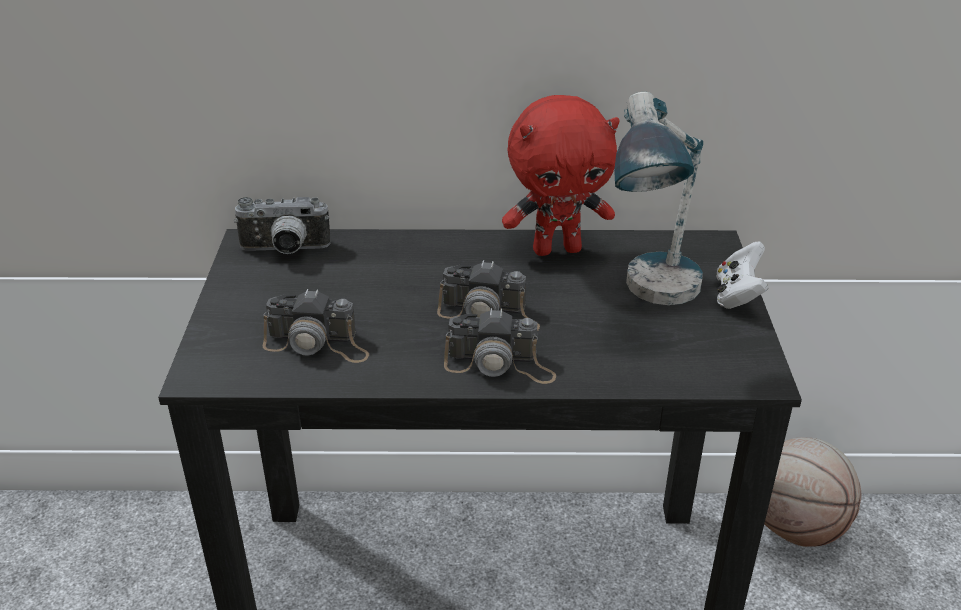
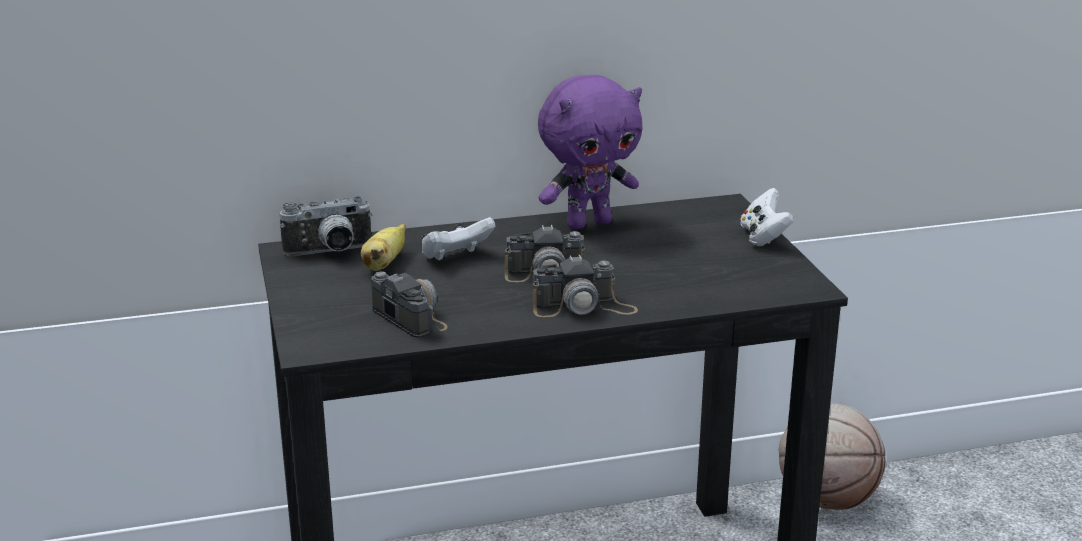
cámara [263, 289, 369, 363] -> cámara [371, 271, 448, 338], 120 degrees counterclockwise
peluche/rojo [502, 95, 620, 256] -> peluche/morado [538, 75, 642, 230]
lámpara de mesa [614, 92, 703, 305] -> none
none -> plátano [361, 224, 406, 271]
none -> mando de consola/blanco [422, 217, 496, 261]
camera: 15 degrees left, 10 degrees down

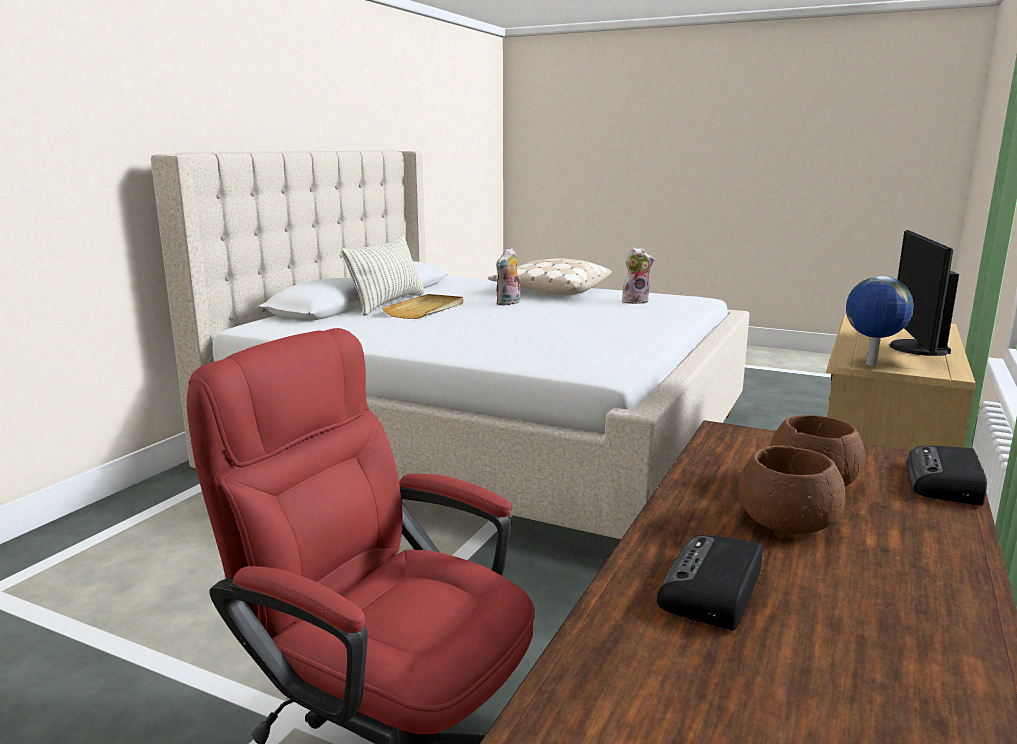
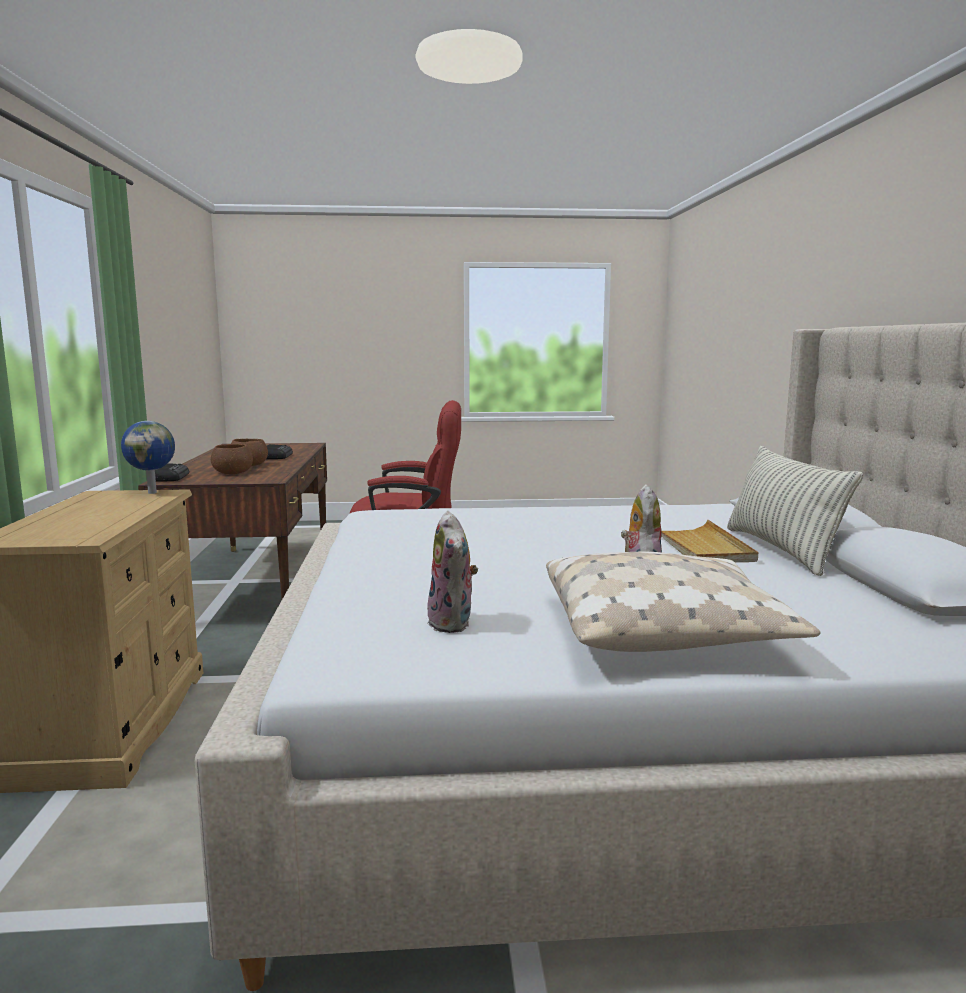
peluche [622, 247, 655, 304] -> peluche [427, 511, 478, 633], 60 degrees counterclockwise
monitor [890, 230, 959, 356] -> none
camera: 150 degrees right, 5 degrees down

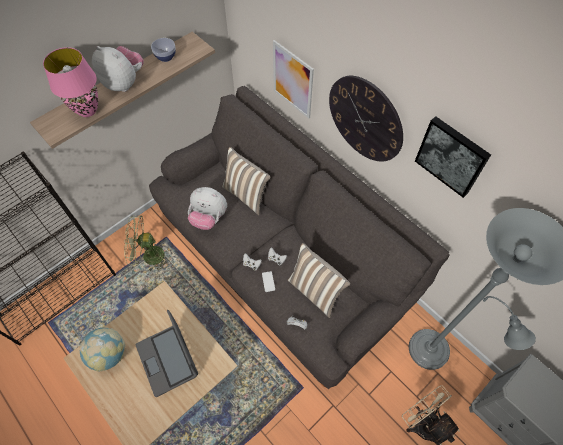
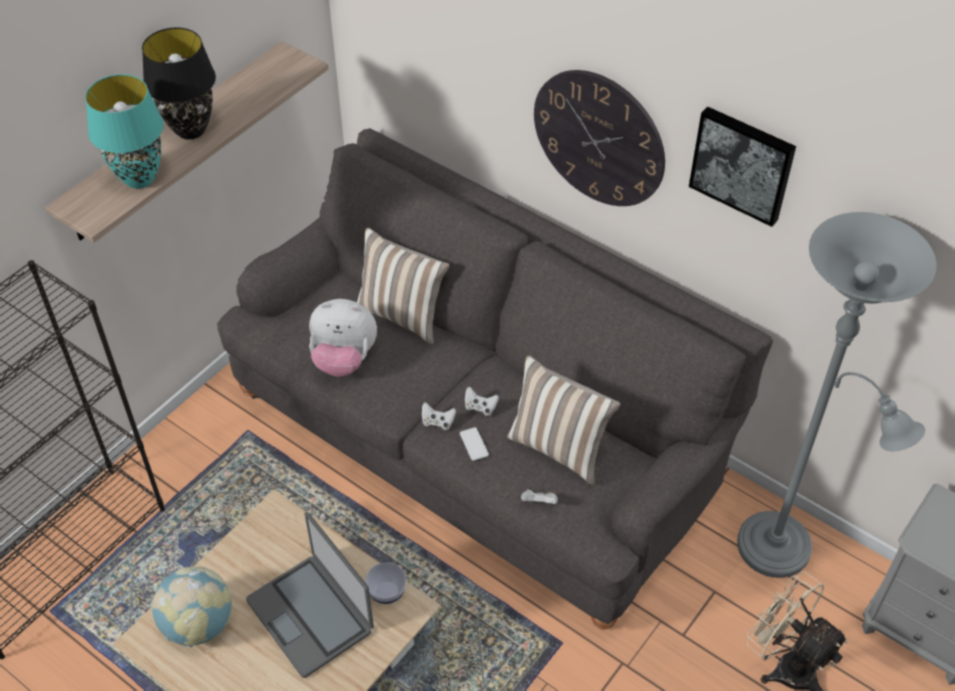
lámpara de mesa/rosa [43, 47, 98, 117] -> lámpara de mesa/turquesa [85, 74, 164, 189]
peluche [92, 46, 144, 92] -> lámpara de mesa/negro [142, 27, 216, 139]
ventilador/verde [124, 216, 170, 271] -> none
cuenco [151, 38, 176, 62] -> cuenco [365, 562, 406, 604], shifted
cuadro [273, 40, 314, 118] -> none
camera: 10 degrees left, 10 degrees down

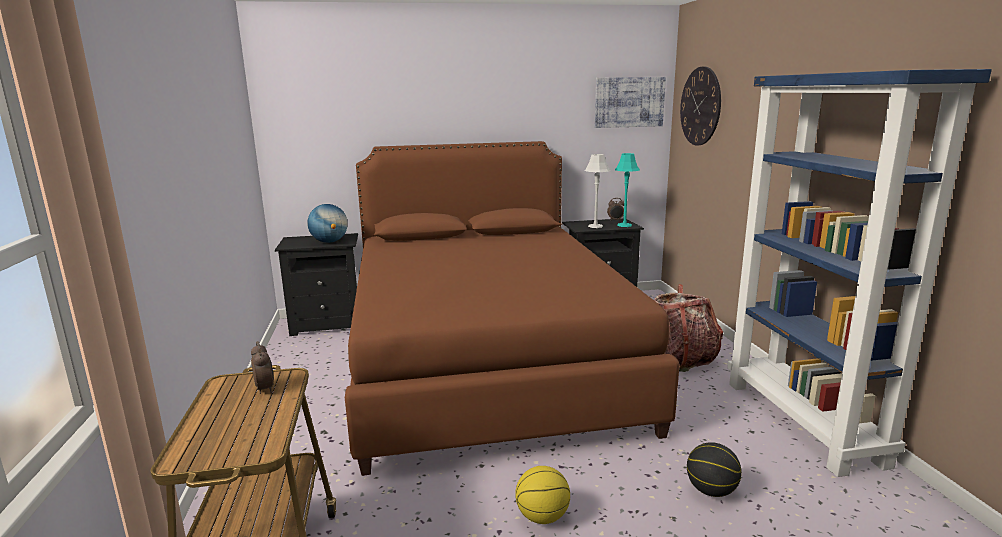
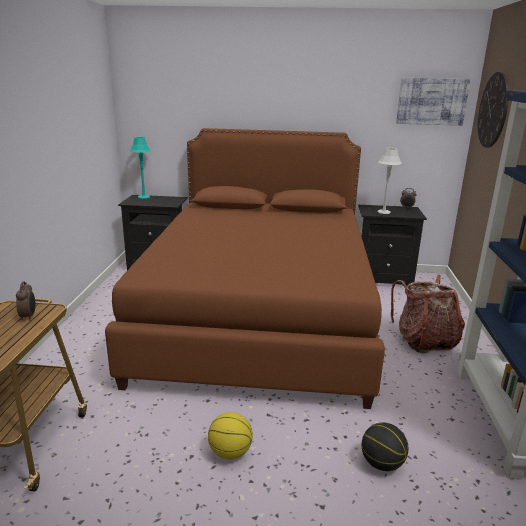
globo terráqueo [307, 204, 347, 243] -> none
lámpara de mesa/turquesa [615, 153, 640, 227] -> lámpara de mesa/turquesa [130, 137, 151, 199], shifted
camera: 15 degrees right, 5 degrees up

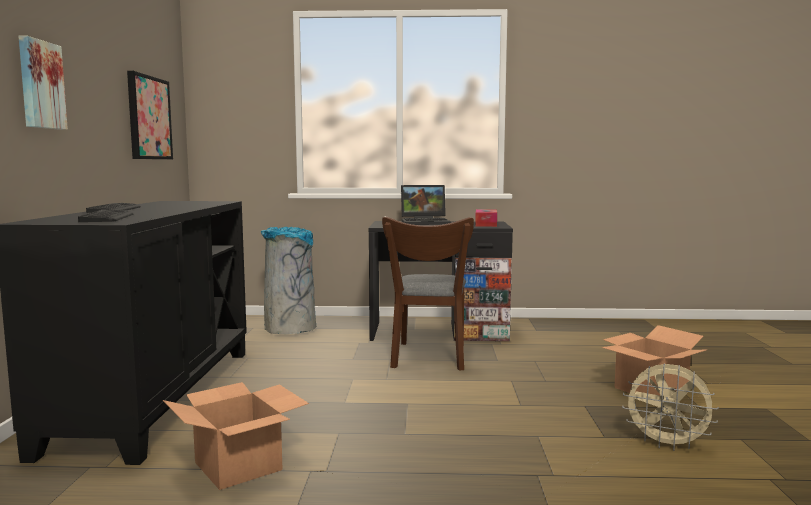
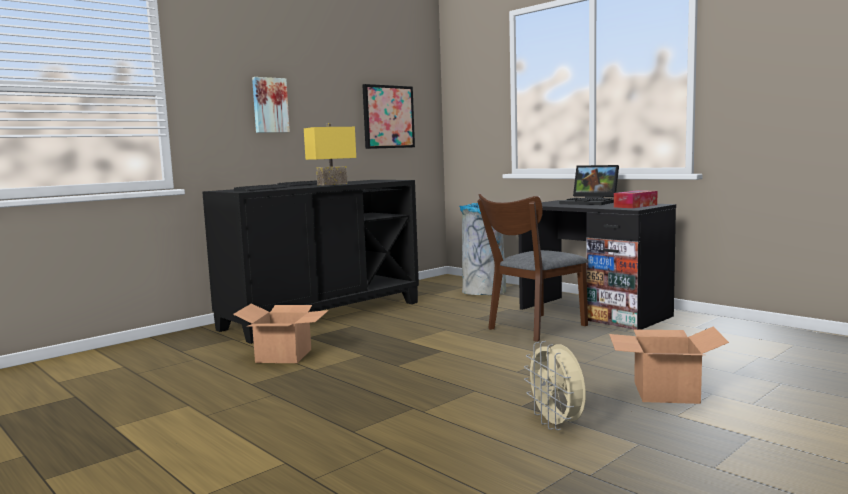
none -> lámpara de mesa/amarillo [304, 123, 356, 186]
camera: 45 degrees right, 0 degrees up

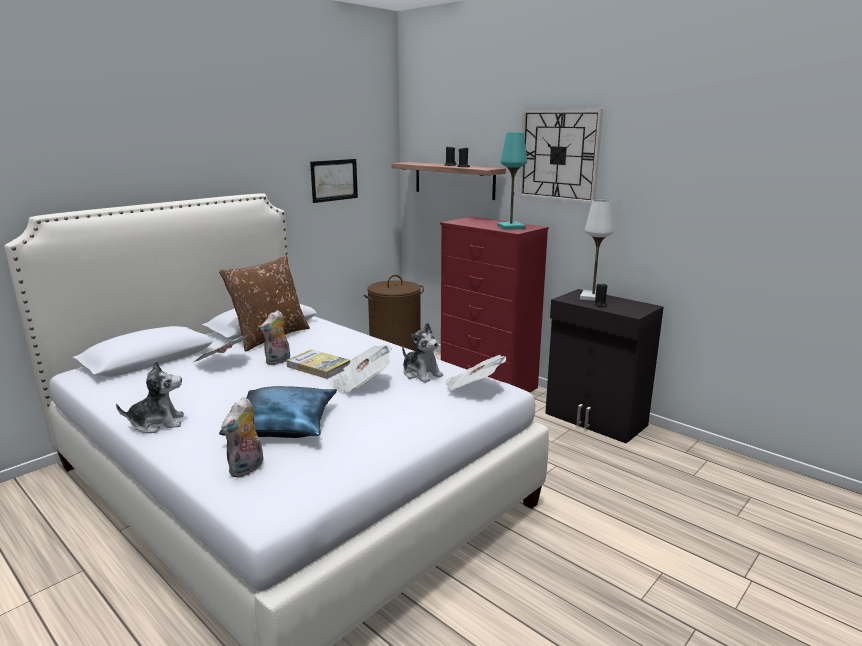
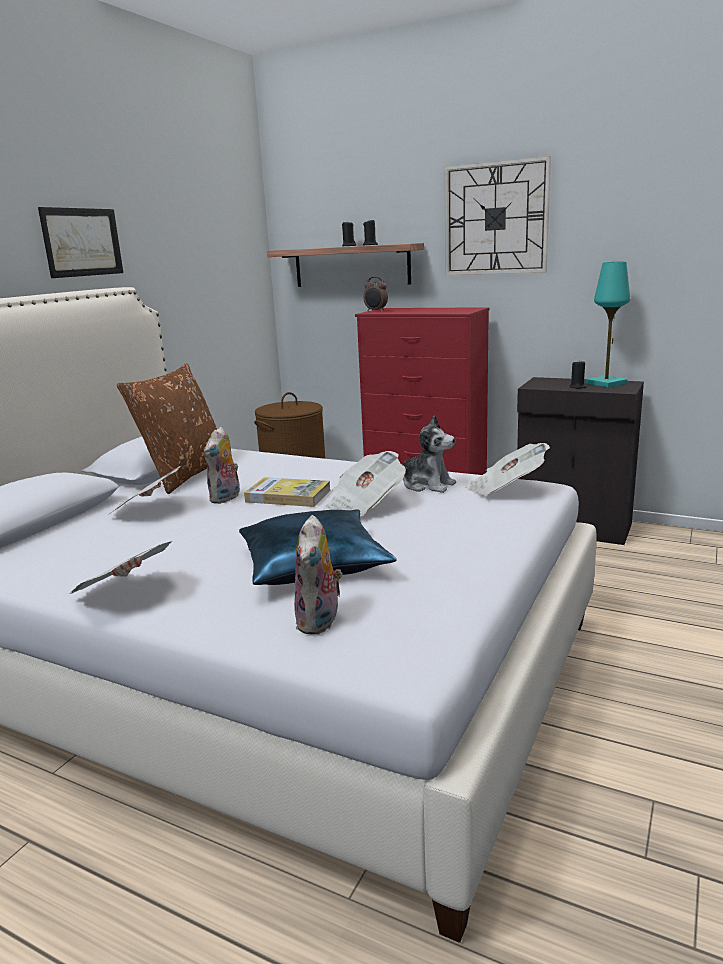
peluche [116, 361, 184, 433] -> periódico [70, 541, 172, 594]
cuadro [310, 159, 358, 203] -> cuadro [38, 207, 123, 278], shifted
lámpara de mesa/turquesa [497, 132, 527, 230] -> lámpara de mesa/turquesa [586, 261, 630, 388], shifted
lámpara de mesa/blanco [580, 200, 614, 301] -> none
none -> despertador [363, 277, 388, 312]
camera: 15 degrees left, 0 degrees up

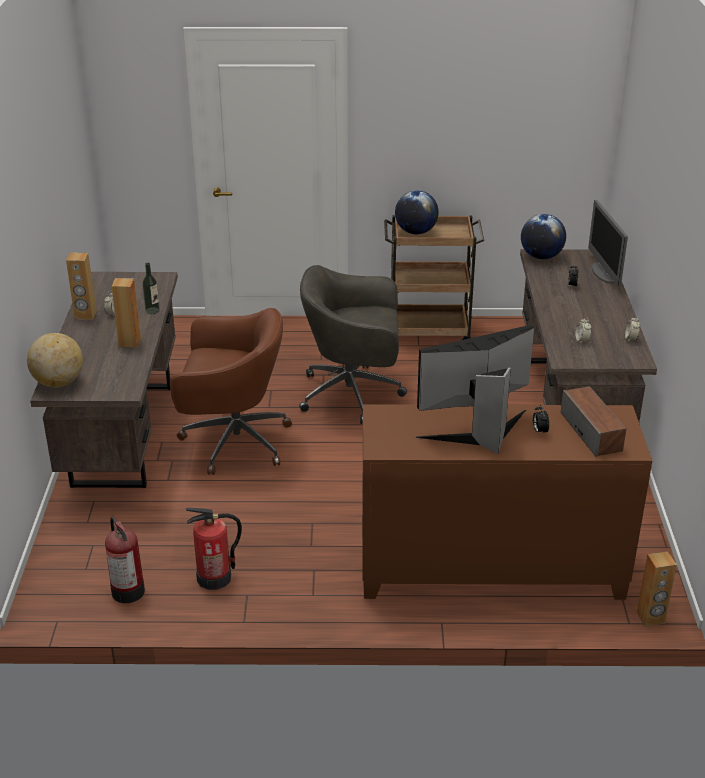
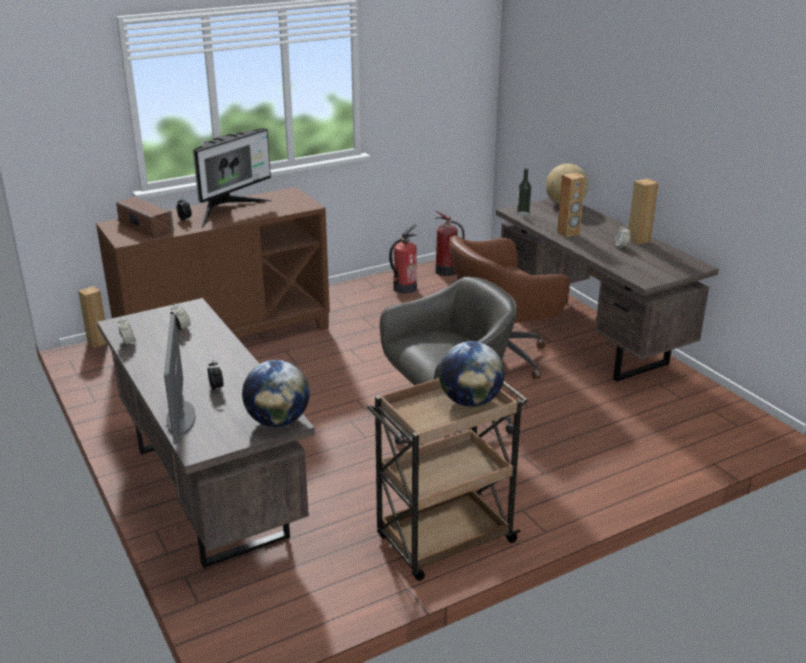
botella [142, 263, 160, 314] -> botella [517, 169, 531, 216], shifted
monitor [588, 200, 628, 286] -> monitor [164, 314, 195, 444], 150 degrees counterclockwise
camera: 150 degrees right, 5 degrees down

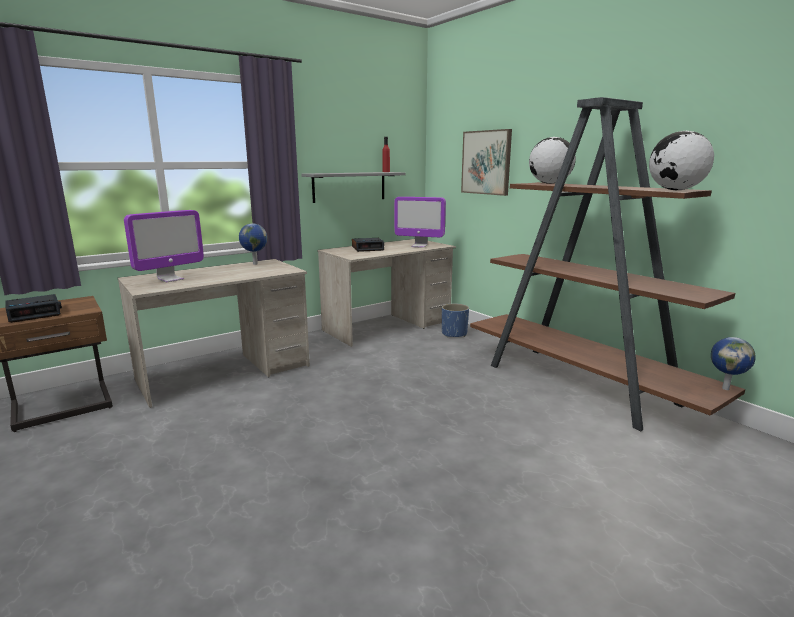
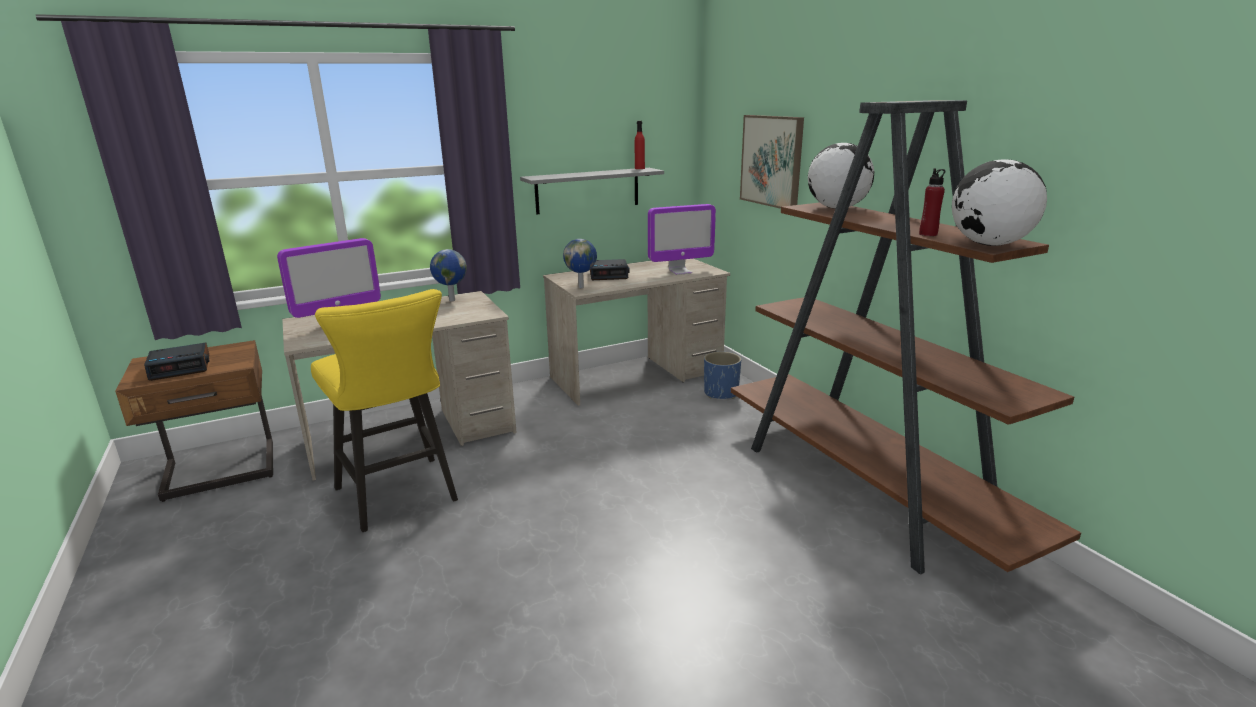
monitor [394, 197, 446, 248] -> monitor [648, 204, 716, 275], 45 degrees counterclockwise
globo terráqueo [711, 337, 756, 390] -> globo terráqueo [563, 239, 597, 288], shifted
none -> taburete/amarillo [311, 289, 458, 532]
none -> botella/rojo [919, 168, 945, 236]
camera: 10 degrees right, 5 degrees up

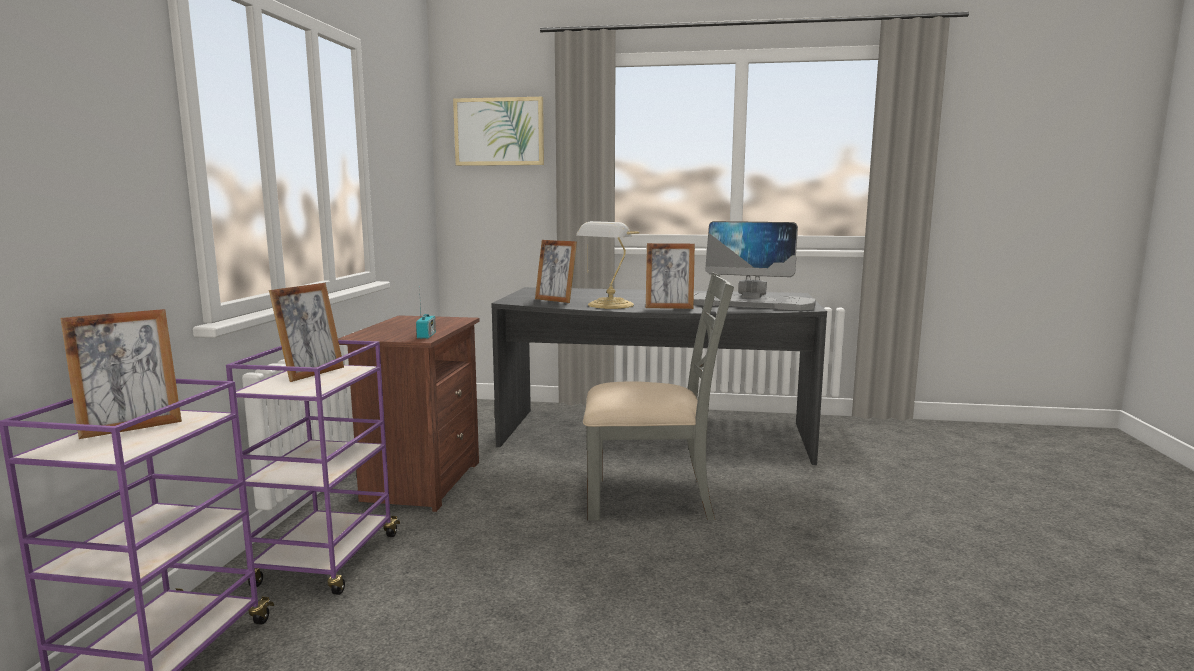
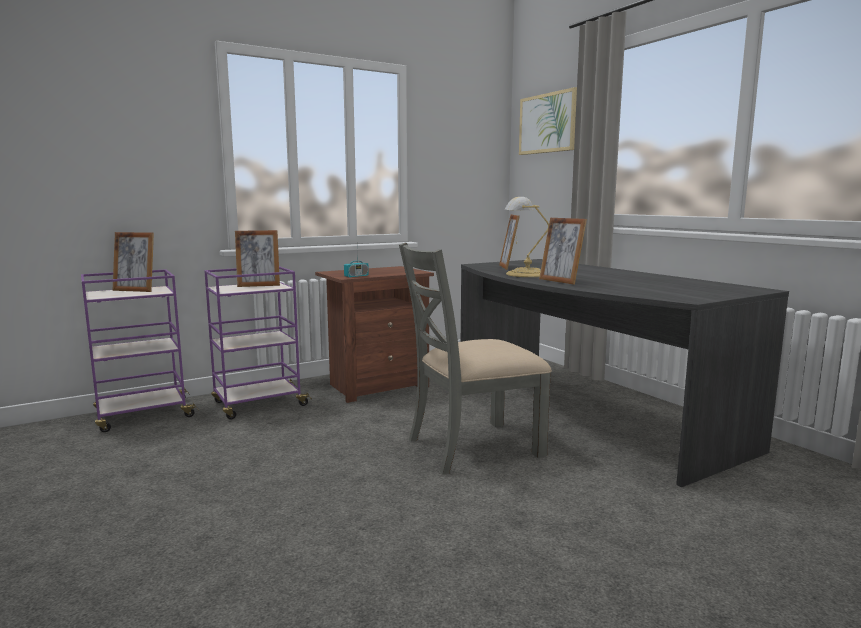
silla/gris [583, 272, 734, 521] -> silla/gris [399, 243, 552, 474], 105 degrees clockwise
monitor [694, 221, 816, 311] -> none
camera: 50 degrees right, 0 degrees up

